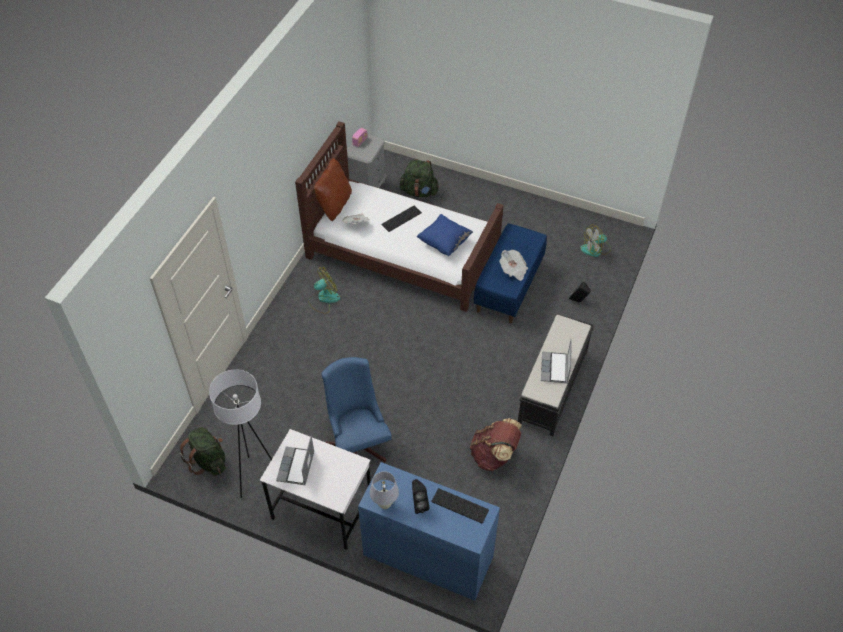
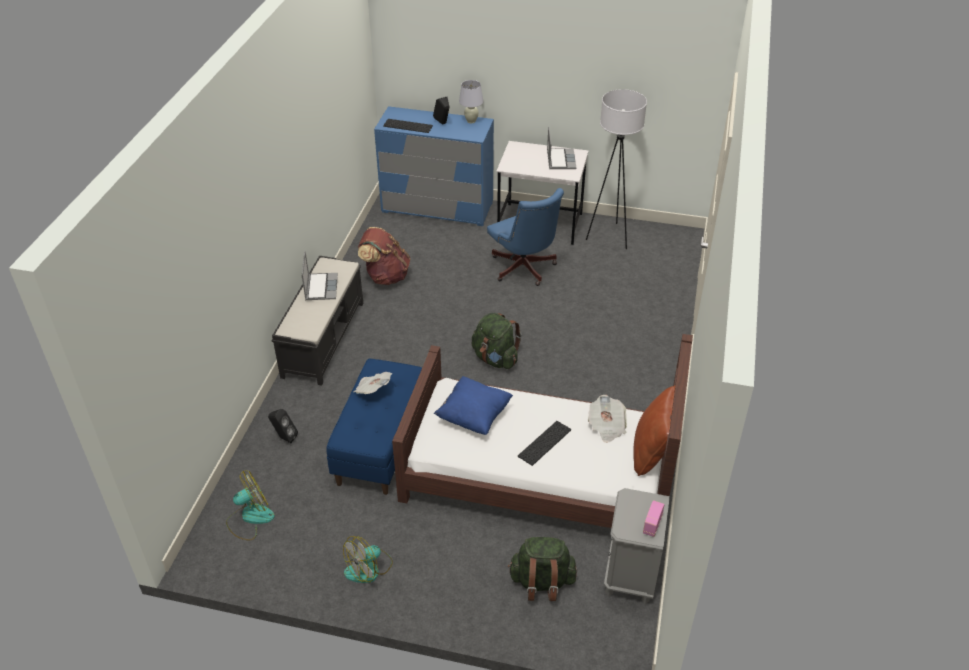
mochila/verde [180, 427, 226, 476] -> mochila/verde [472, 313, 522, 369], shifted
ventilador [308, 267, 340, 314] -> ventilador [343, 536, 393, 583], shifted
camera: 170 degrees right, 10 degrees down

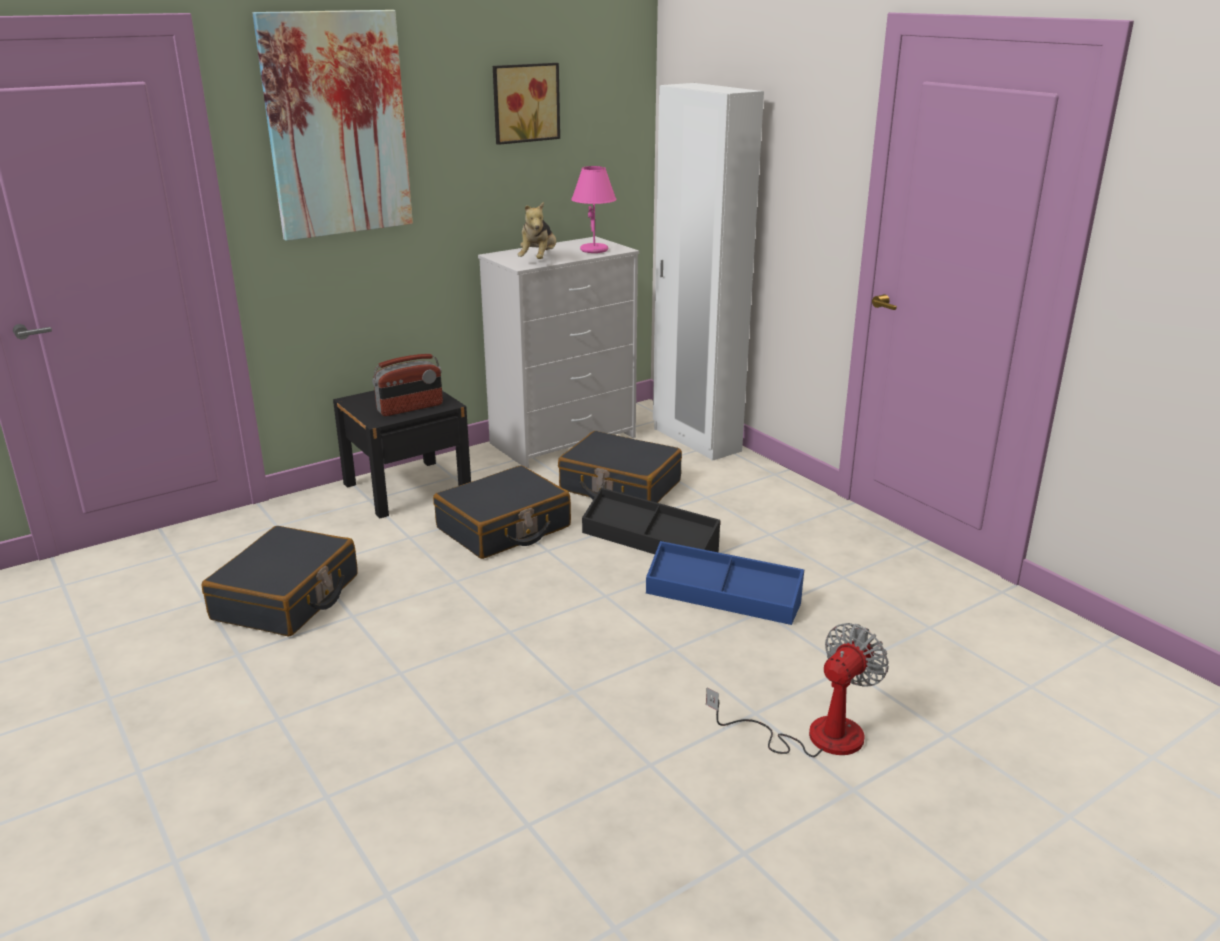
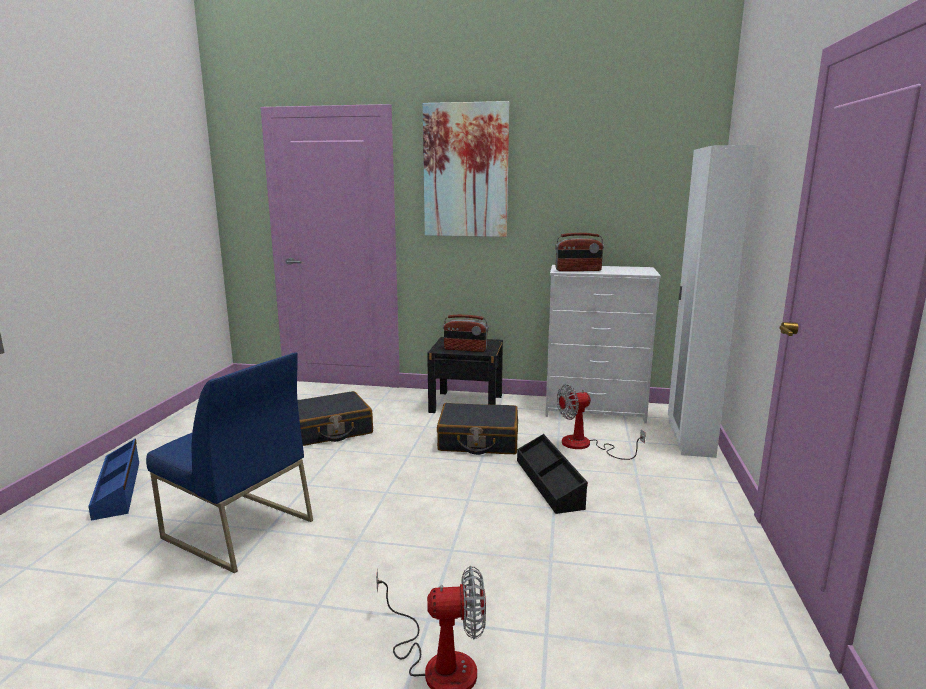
cuadro [493, 63, 560, 145] -> none
peluche [518, 202, 556, 259] -> radio [555, 233, 604, 271]
maleta/negro [558, 431, 682, 503] -> ventilador [557, 384, 646, 460]
lámpara de mesa/rosa [571, 166, 617, 253] -> none
caja de almacenaje/azul [646, 541, 804, 625] -> caja de almacenaje/azul [88, 439, 139, 521], shifted
none -> silla/azul [146, 353, 313, 573]
camera: 45 degrees right, 10 degrees down

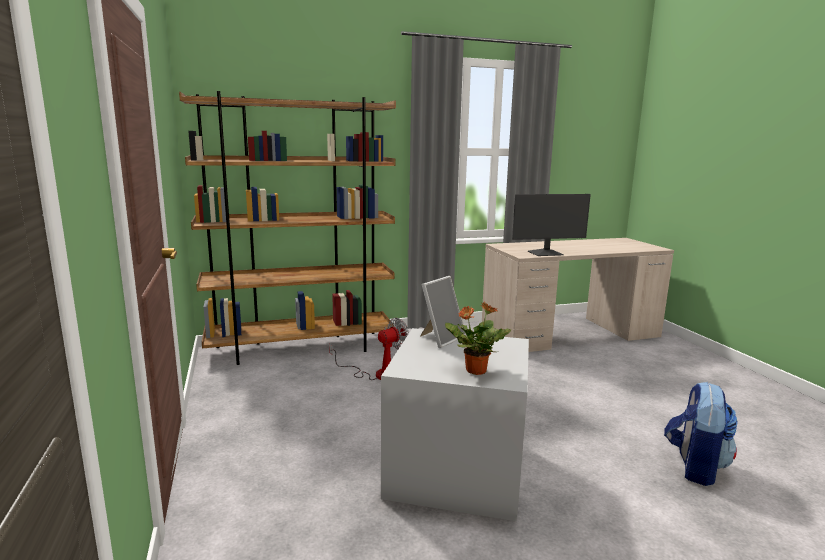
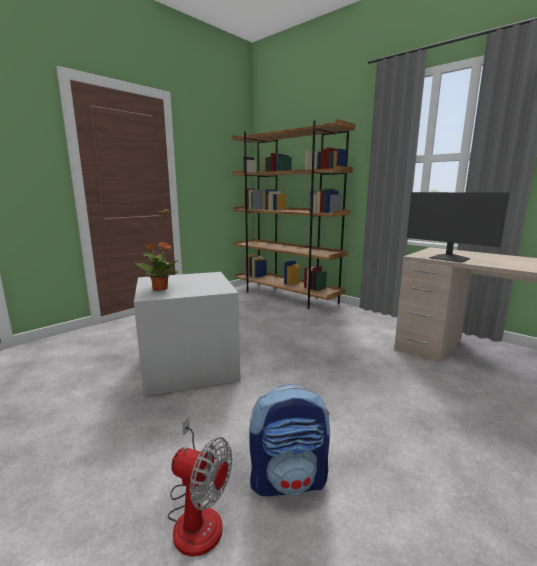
ventilador [329, 318, 409, 380] -> ventilador [168, 417, 232, 557], shifted
portarretratos [420, 276, 466, 348] -> none
camera: 60 degrees right, 0 degrees up

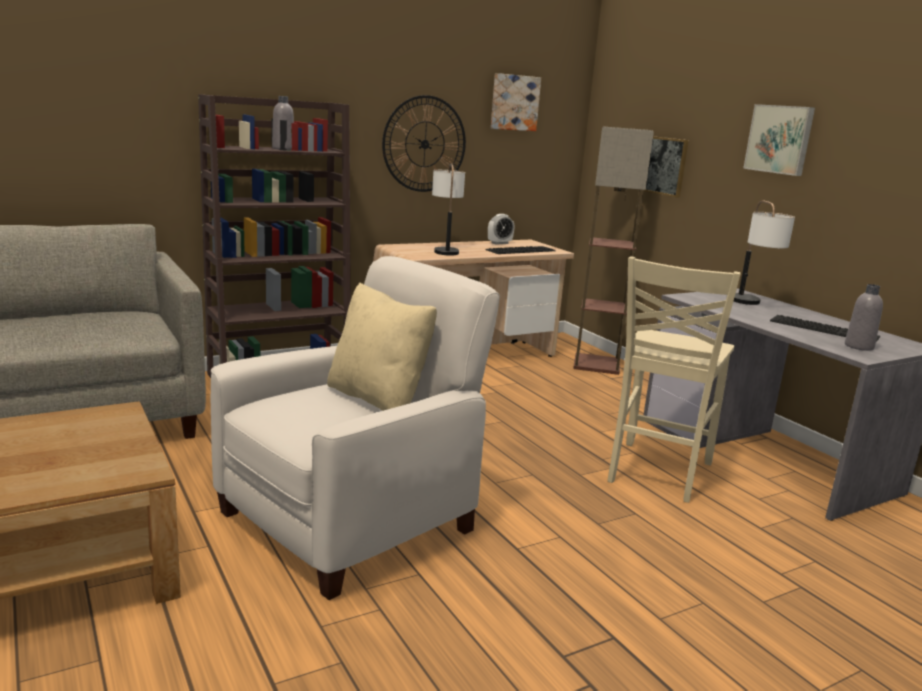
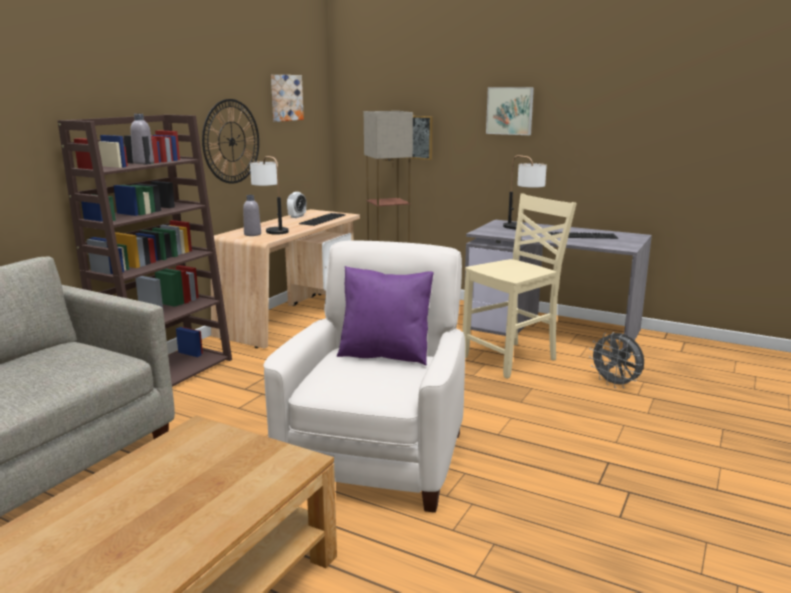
cojín/beis [327, 282, 437, 411] -> cojín/morado [337, 266, 434, 365]
silla/beis [608, 256, 740, 503] -> silla/beis [462, 193, 577, 379], 120 degrees counterclockwise
botella/gris [845, 284, 883, 351] -> botella/gris [243, 195, 261, 236], shifted
none -> ventilador/gris [589, 332, 644, 388]
camera: 30 degrees left, 0 degrees up

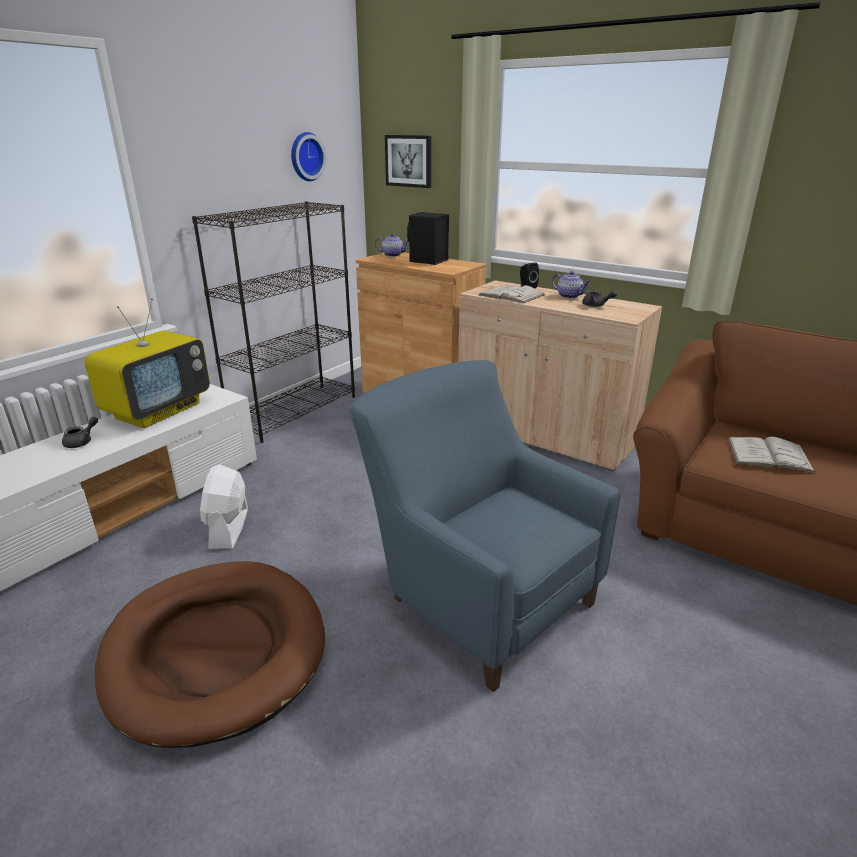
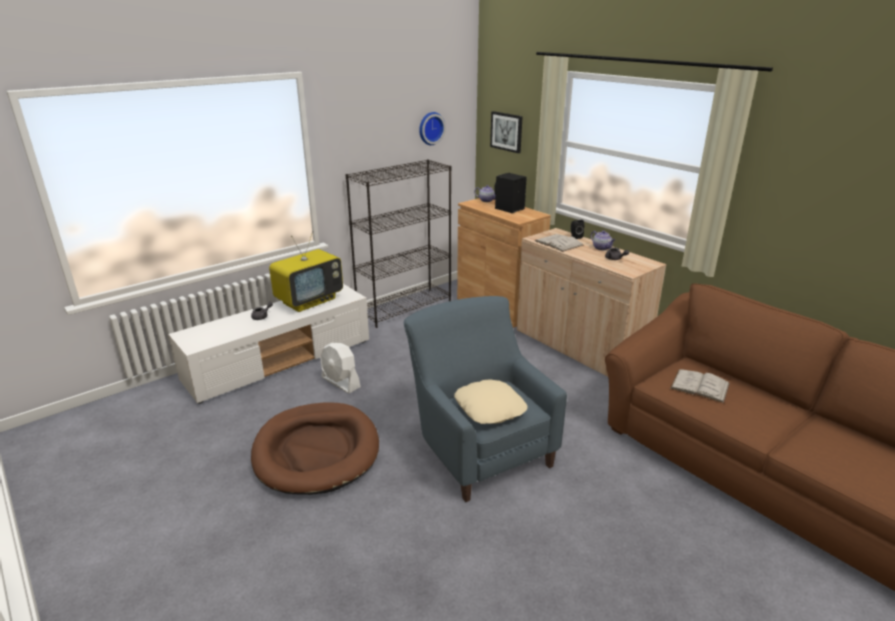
ventilador/blanco [200, 464, 248, 549] -> ventilador/blanco [320, 343, 361, 394], 60 degrees counterclockwise
none -> cojín/beis [454, 379, 527, 424]
camera: 15 degrees right, 0 degrees up

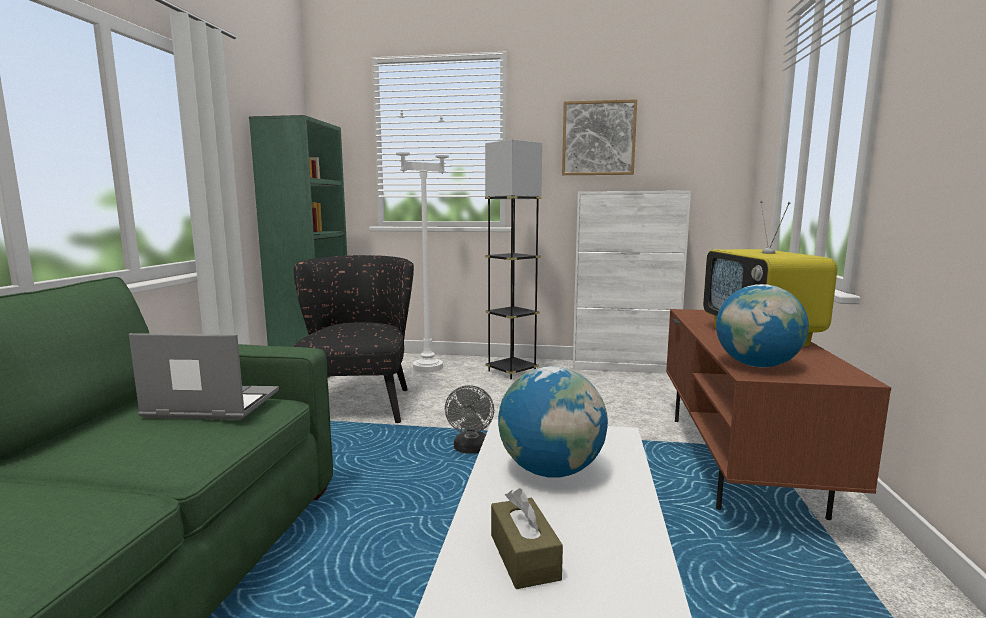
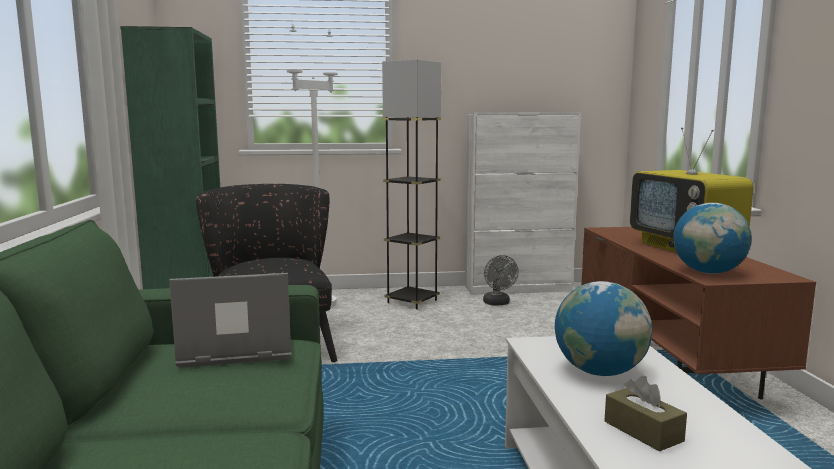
ventilador/gris [445, 385, 494, 454] -> ventilador/gris [483, 255, 519, 305], shifted
cuadro [562, 99, 637, 175] -> none
camera: 15 degrees left, 0 degrees up

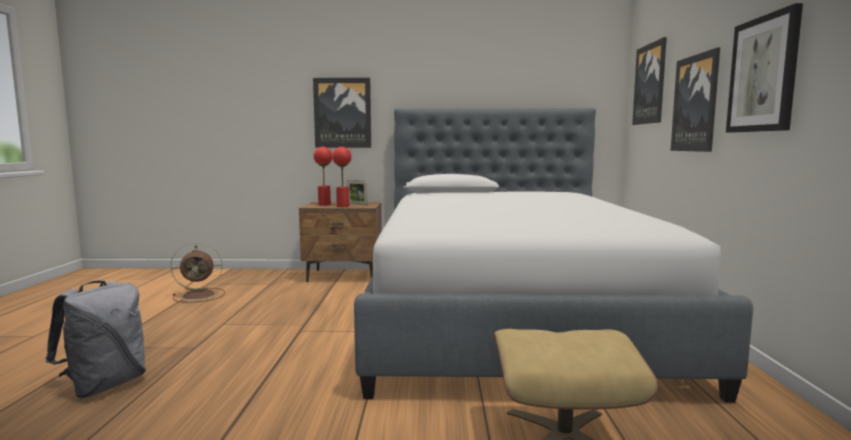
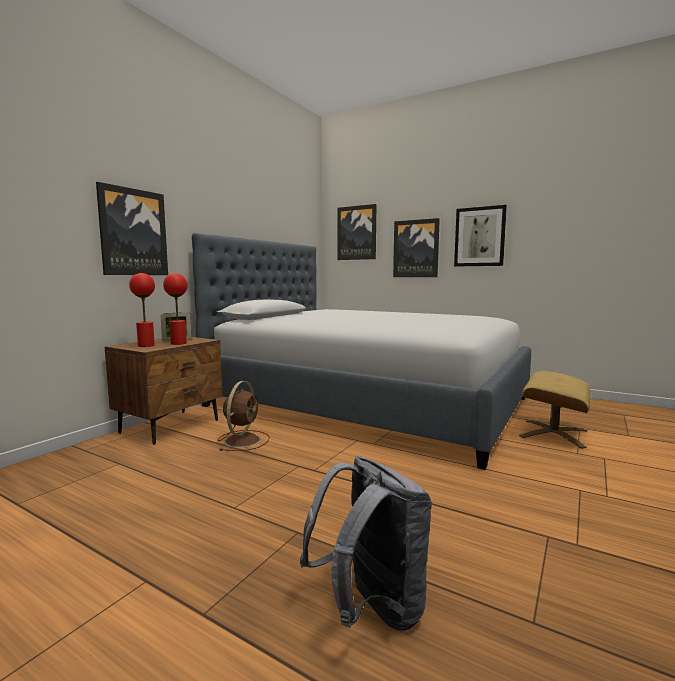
ventilador/marrón [170, 242, 225, 303] -> ventilador/marrón [218, 381, 270, 451], shifted
camera: 60 degrees left, 0 degrees up

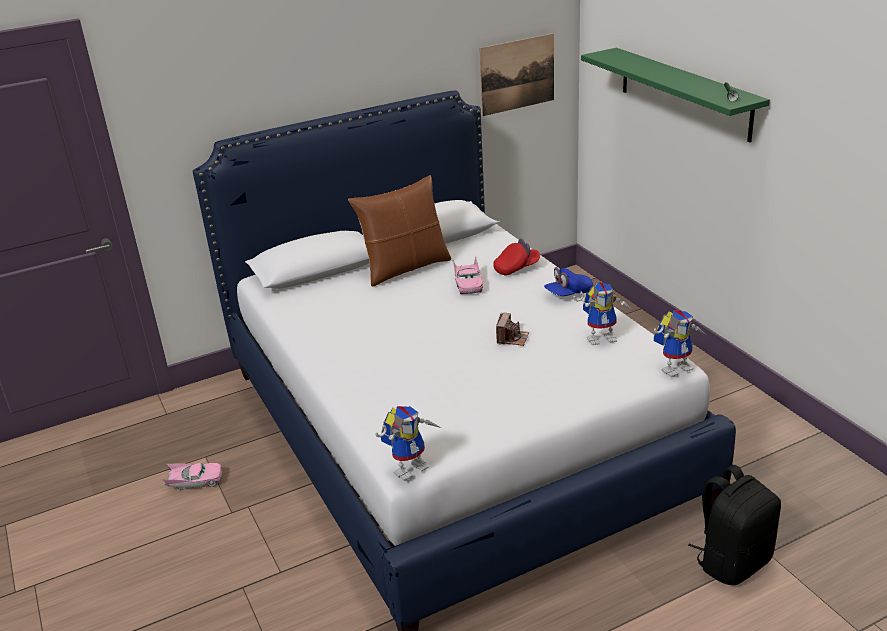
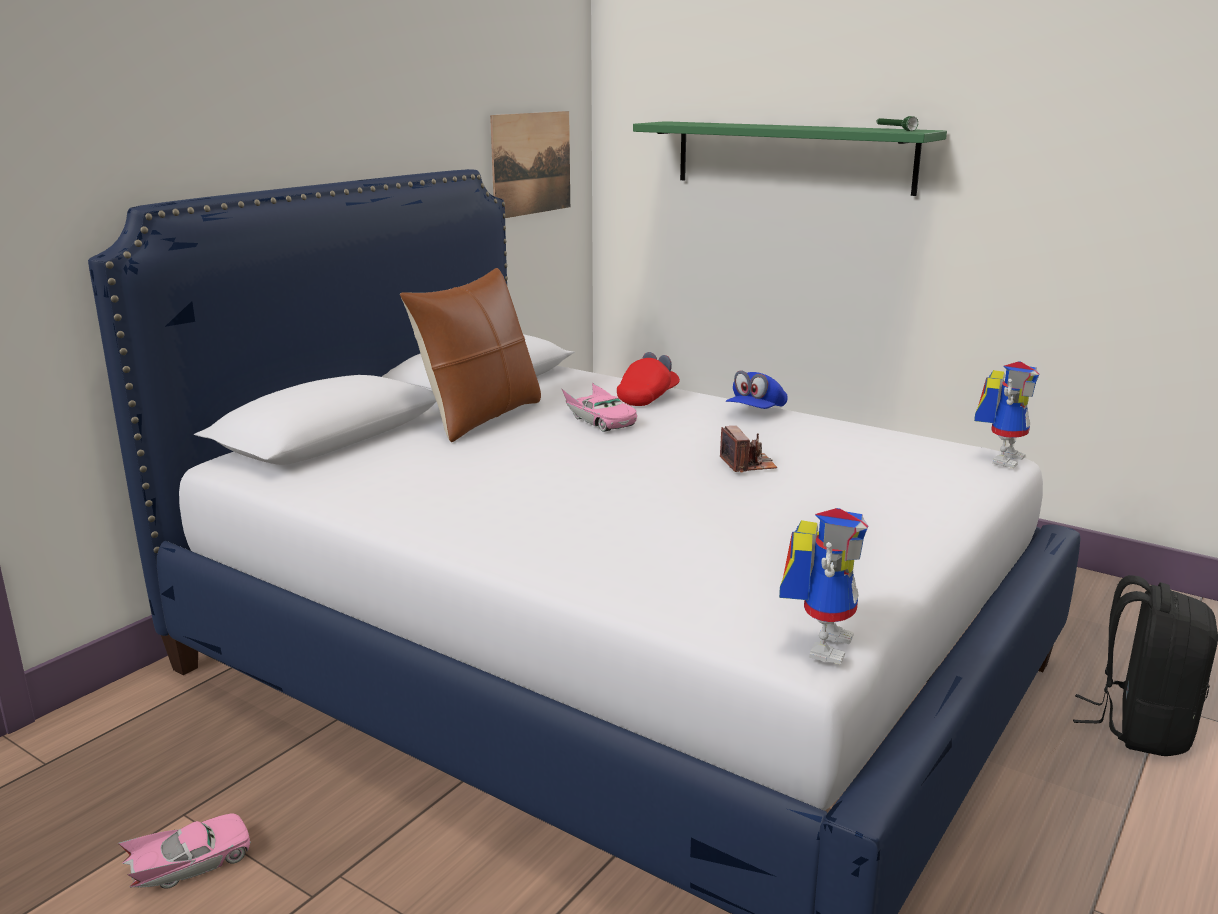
robot de juguete [573, 282, 635, 345] -> none
camera: 30 degrees left, 10 degrees down

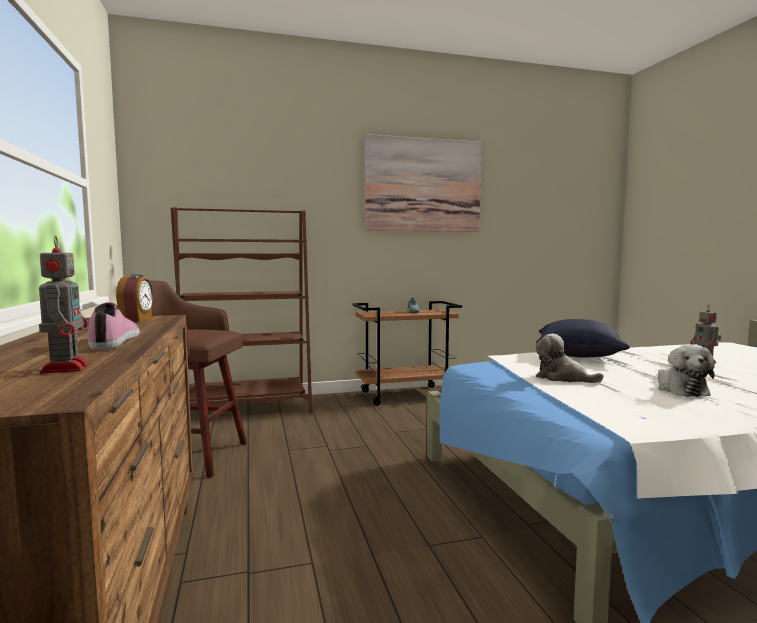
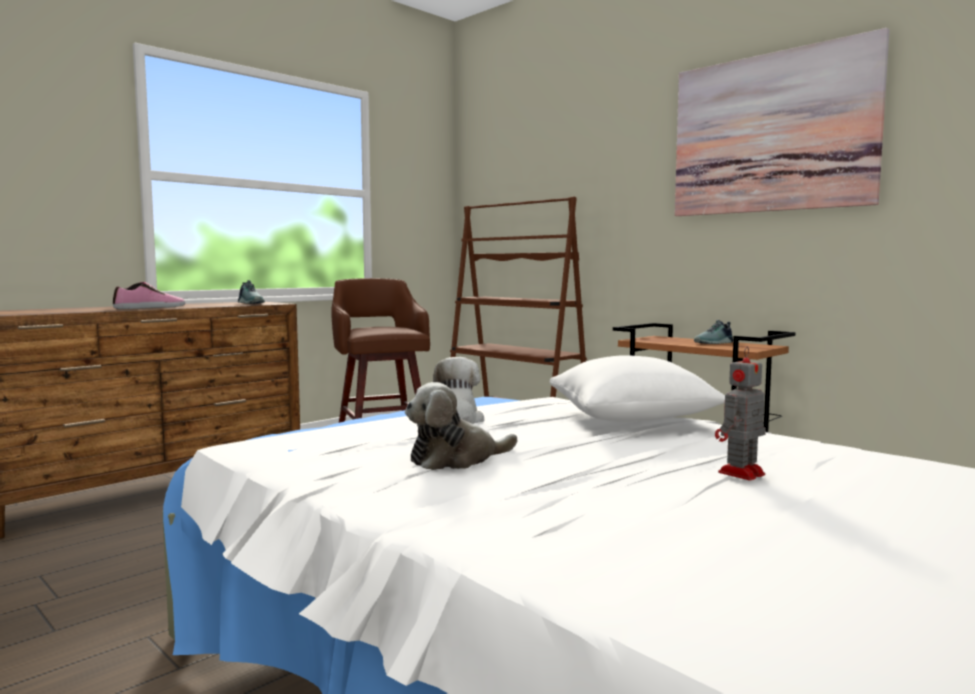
robot de juguete [39, 236, 90, 374] -> none
despertador [116, 274, 153, 322] -> zapato [238, 280, 265, 304]
cojín/azul [536, 319, 630, 358] -> cojín/blanco [550, 355, 725, 422]
camera: 60 degrees right, 0 degrees up

